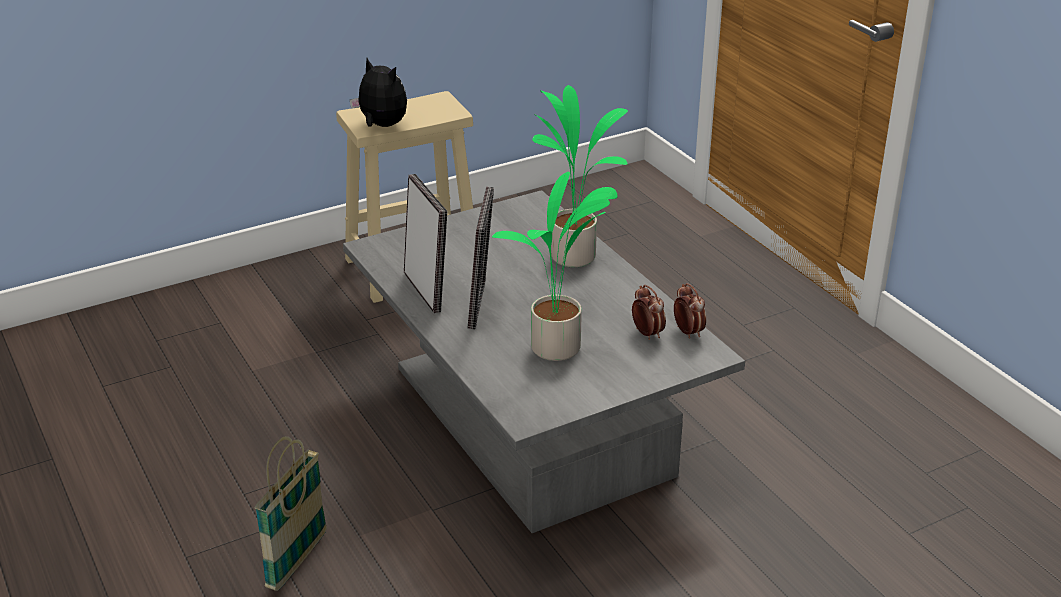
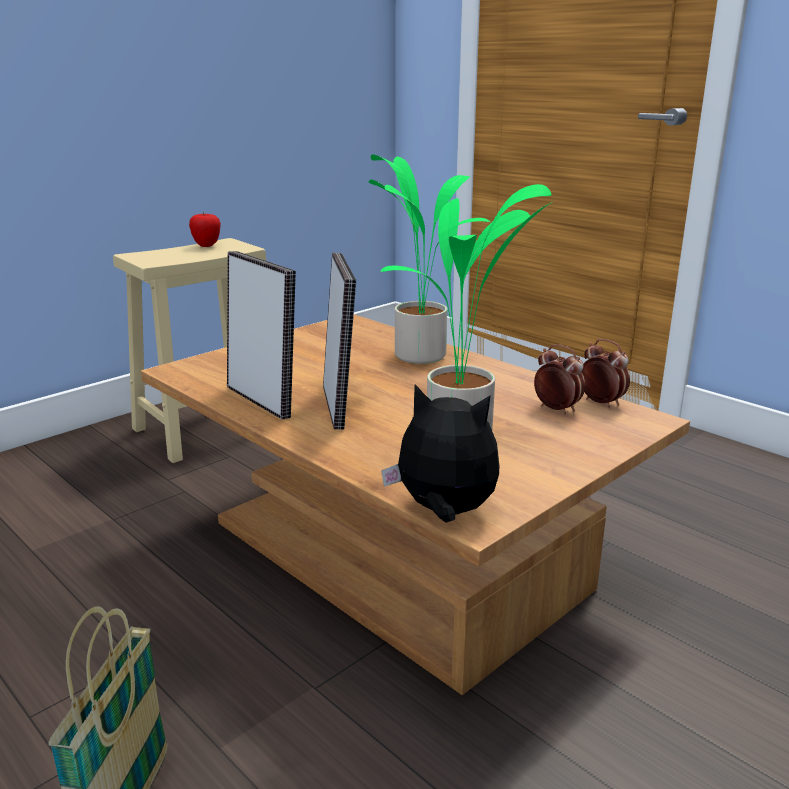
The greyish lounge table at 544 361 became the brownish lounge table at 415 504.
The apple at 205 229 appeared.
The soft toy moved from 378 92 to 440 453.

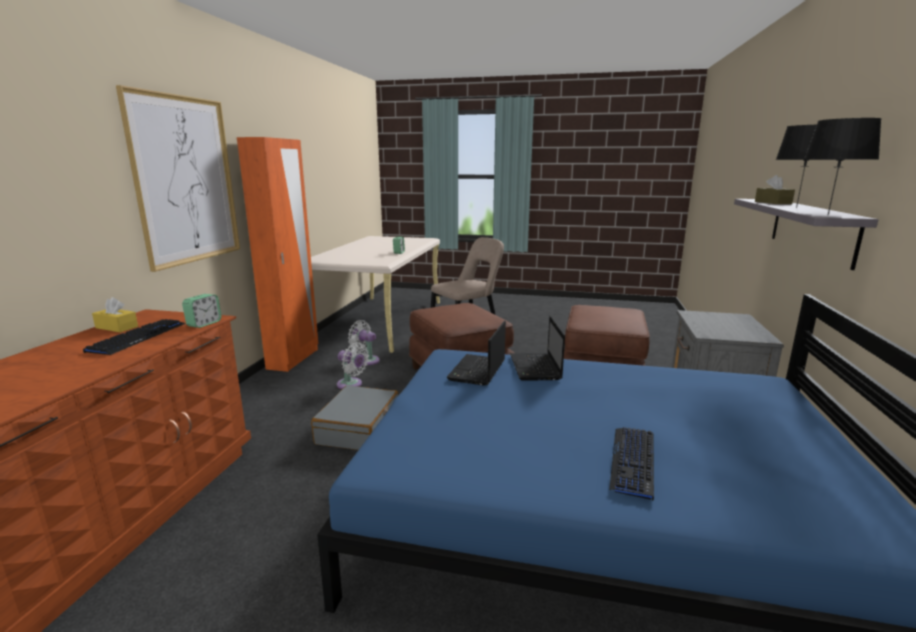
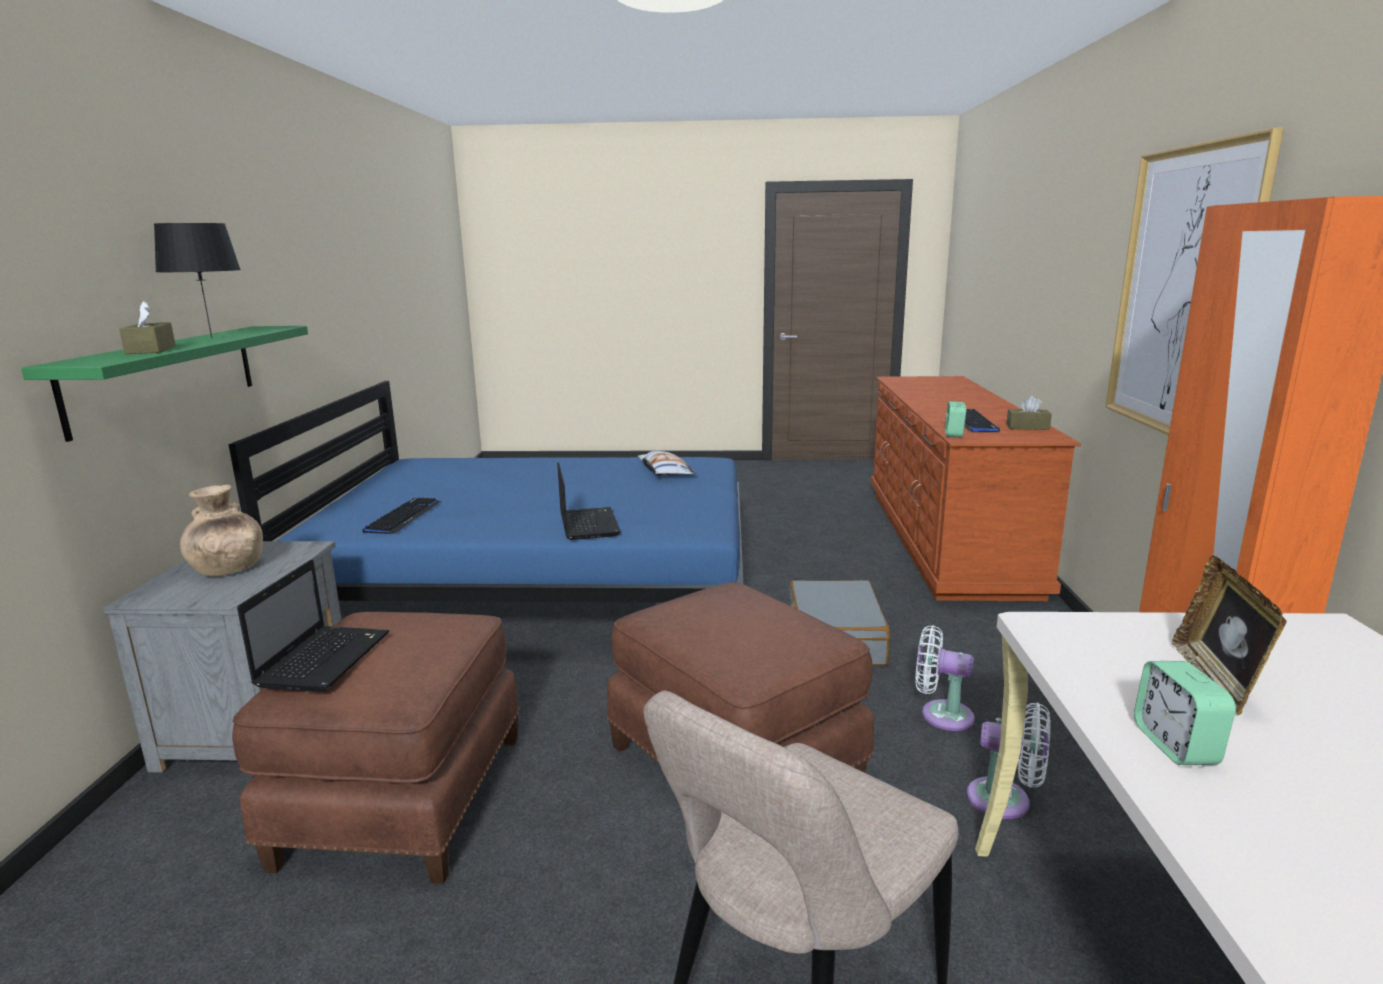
The greyish shelf at 806 234 became the greenish shelf at 164 384.
The brownish decorative vase at 221 530 appeared.
The laptop moved from 476 353 to 313 626.
The computer keyboard moved from 631 464 to 402 516.
The cushion at 667 463 appeared.
The yellowish tissue box at 115 314 became the brownish tissue box at 1029 413.
The standing frame at 1229 635 appeared.
The blackish tabletop lamp at 842 167 disappeared.

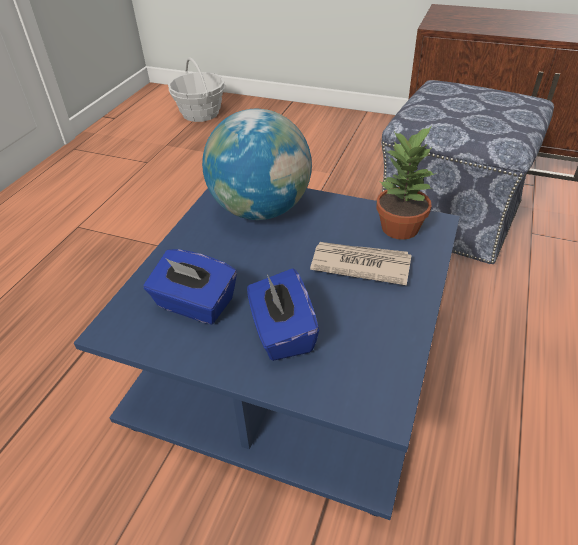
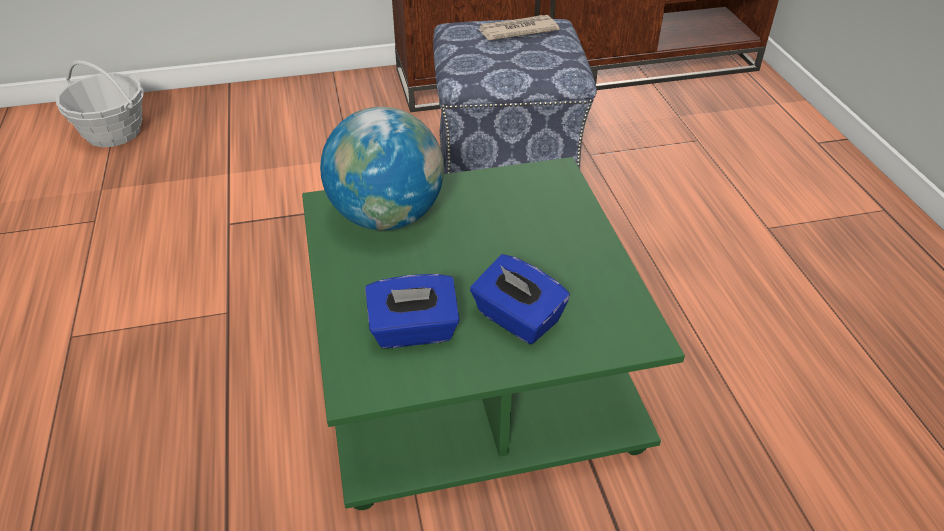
The bluish lounge table at 267 354 became the greenish lounge table at 493 333.
The printed paper moved from 361 263 to 518 27.
The potted plant at 405 183 disappeared.

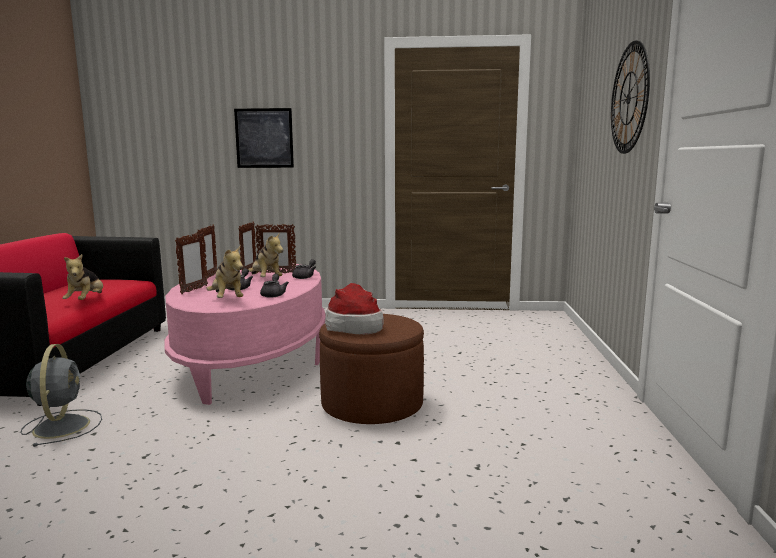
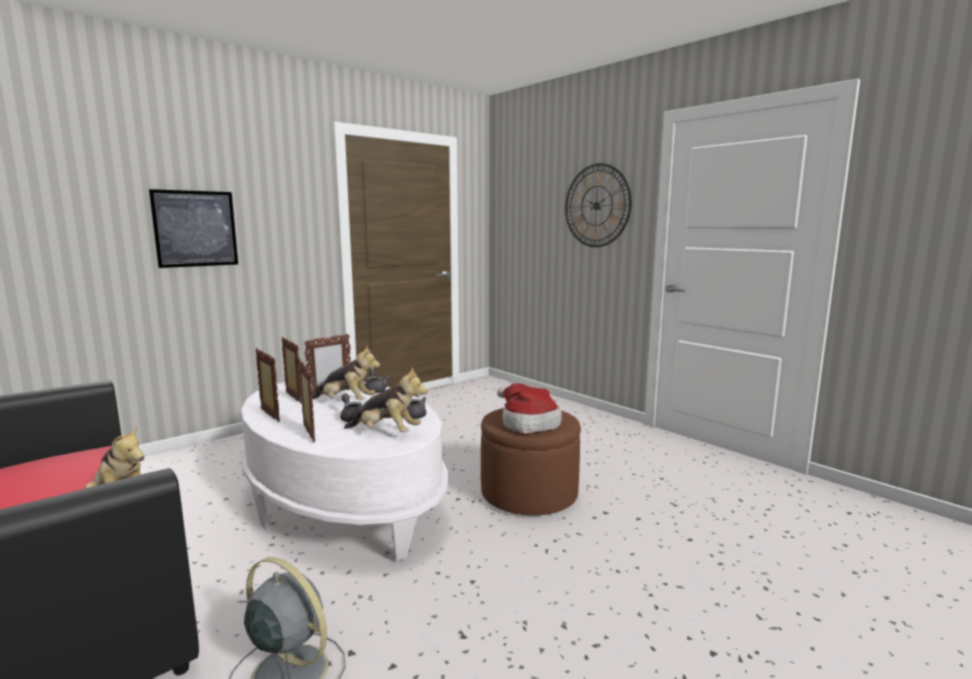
The pinkish lounge table at 245 334 became the white-coloured lounge table at 344 471.

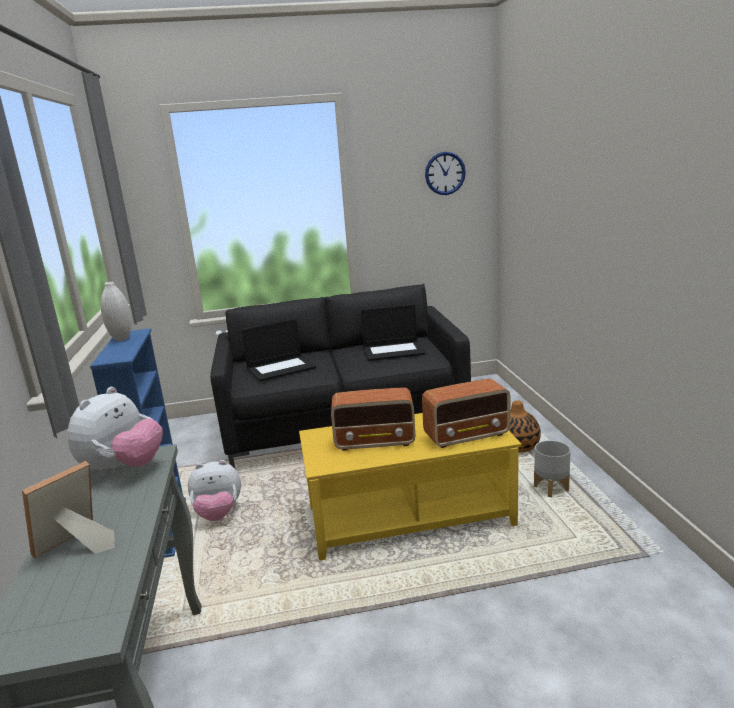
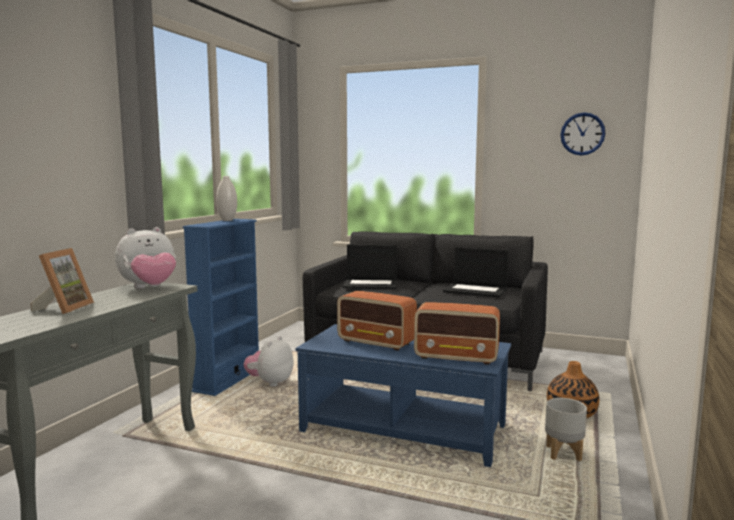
The standing frame at 68 509 turned 120 degrees clockwise.
The soft toy at 214 490 turned 90 degrees clockwise.
The yellowish lounge table at 410 487 became the bluish lounge table at 403 395.

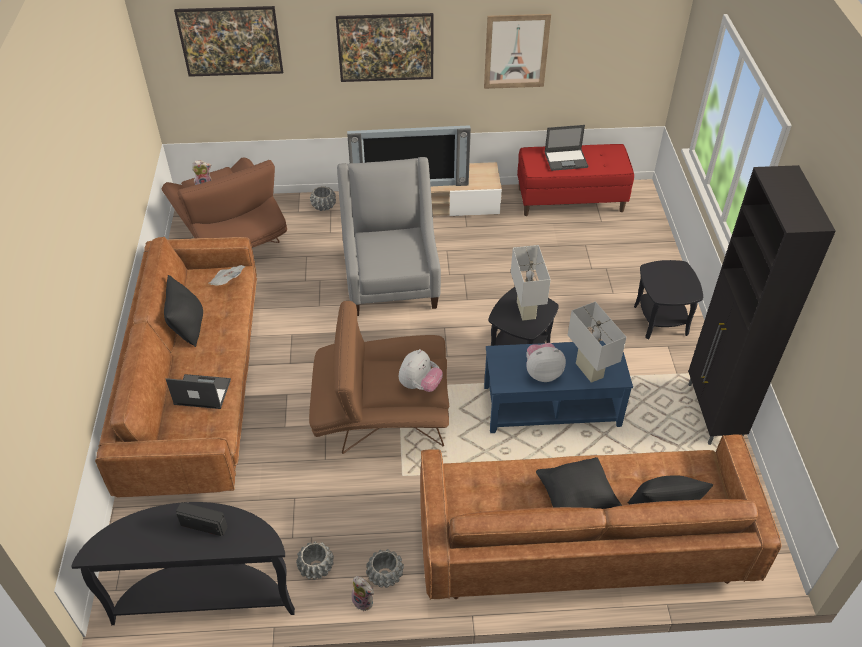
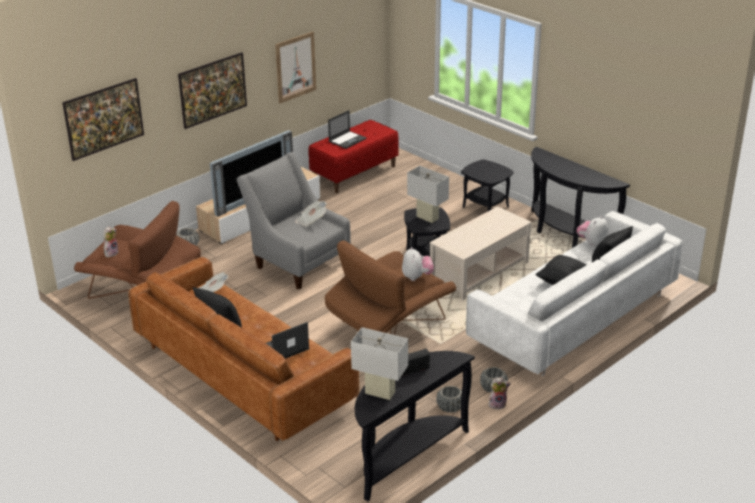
The printed paper at 311 214 appeared.
The white-coloured tabletop lamp moved from 597 342 to 379 363.
The bluish lounge table at 558 387 became the sand-coloured lounge table at 480 253.
The brownish sofa at 600 517 became the white-coloured sofa at 574 293.
The blackish cupboard at 762 305 was replaced by the blackish console table at 580 197.
The soft toy moved from 546 362 to 593 231.

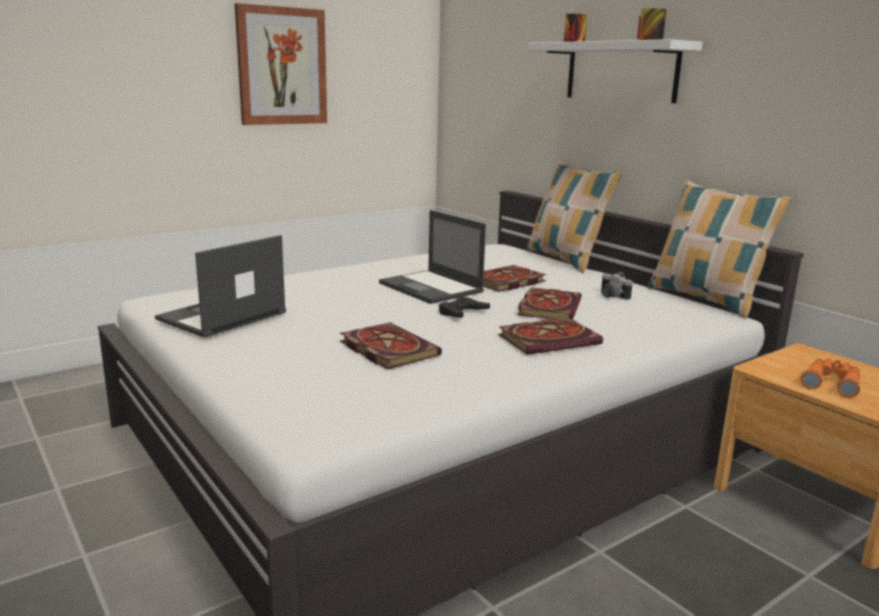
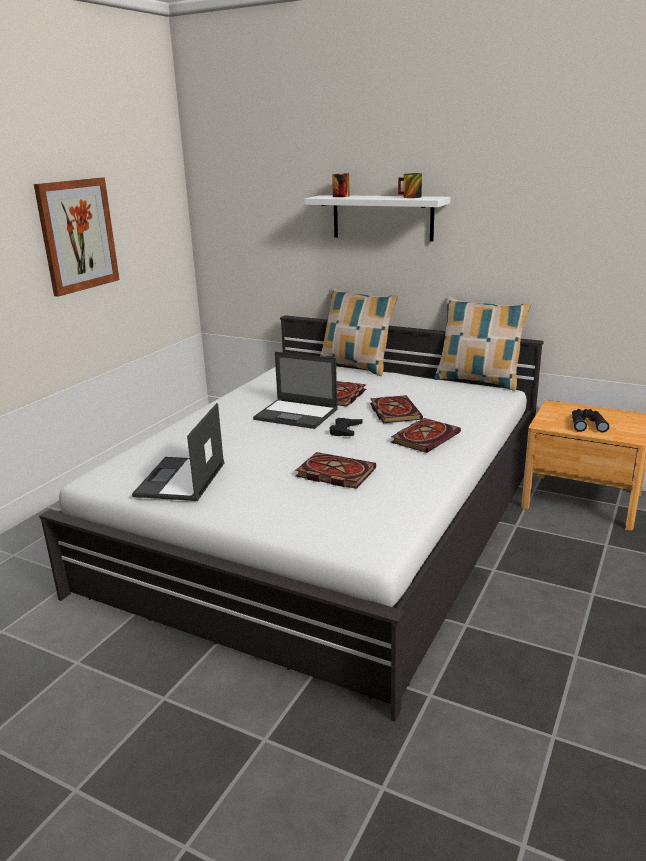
The orangey field glasses at 830 378 became the blackish field glasses at 590 420.
The still camera at 617 286 disappeared.

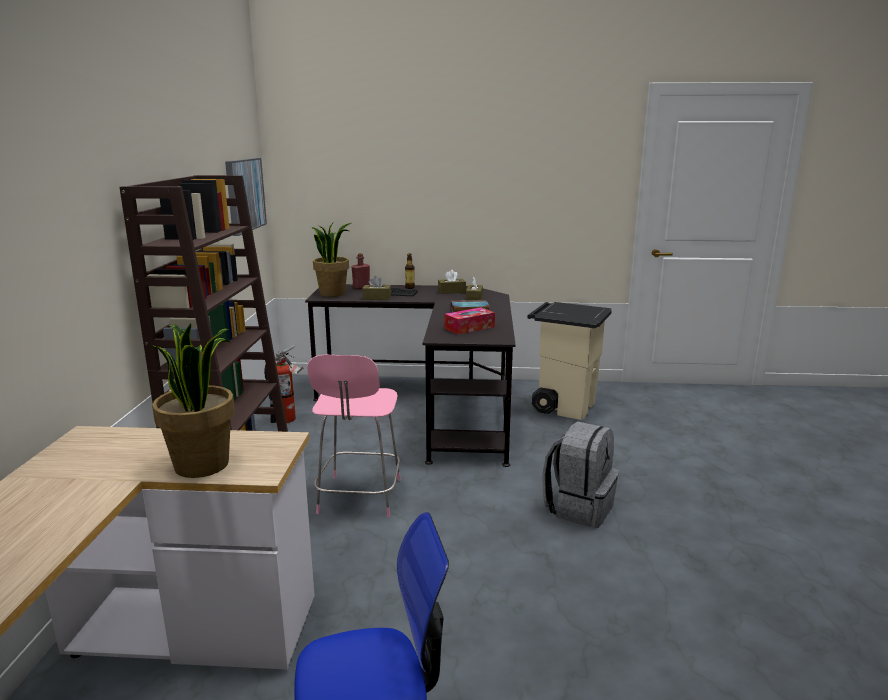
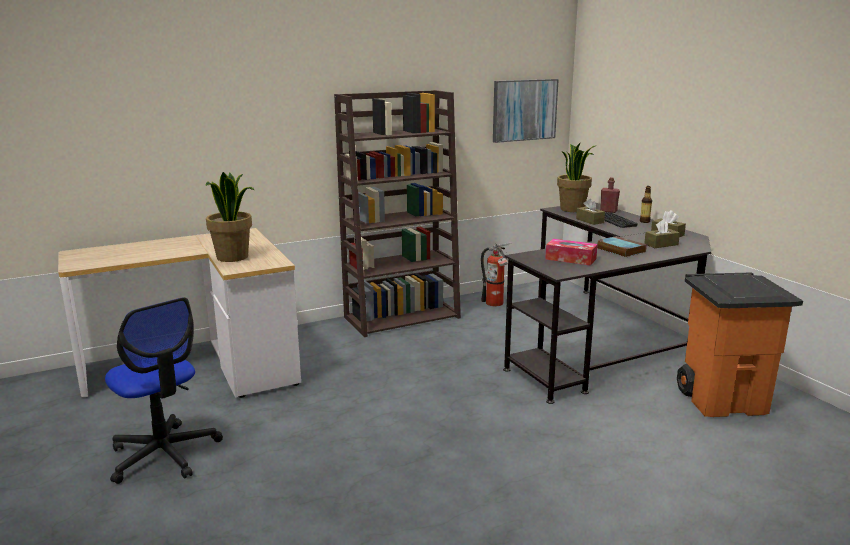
The sand-coloured waste bin at 569 361 became the orangey waste bin at 740 344.
The pinkish stool seat at 354 436 disappeared.
The greyish knapsack at 581 474 disappeared.

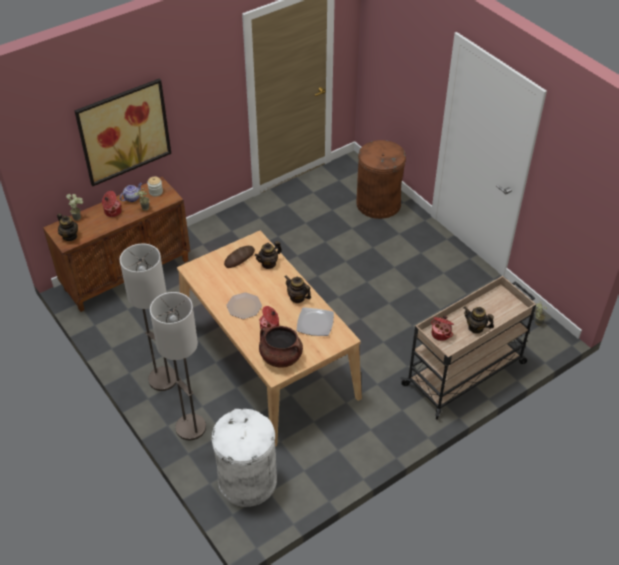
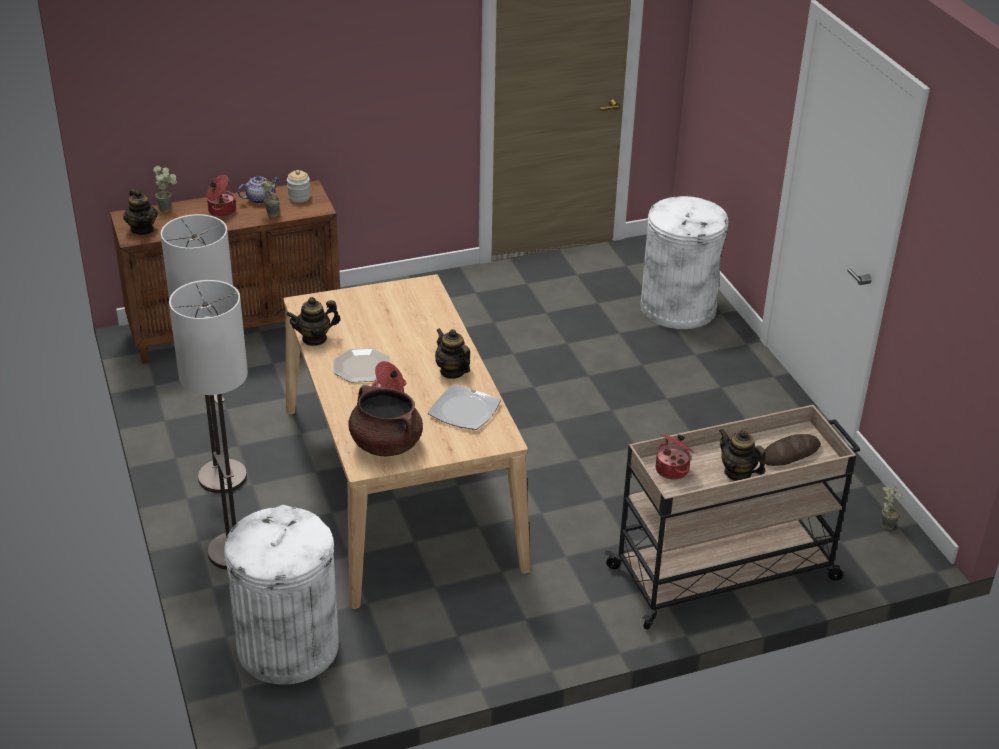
The pot for tea moved from 268 255 to 313 321.
The brownish waste bin at 381 179 became the white-coloured waste bin at 684 262.
The bread moved from 239 257 to 793 450.
The wall art at 122 132 disappeared.

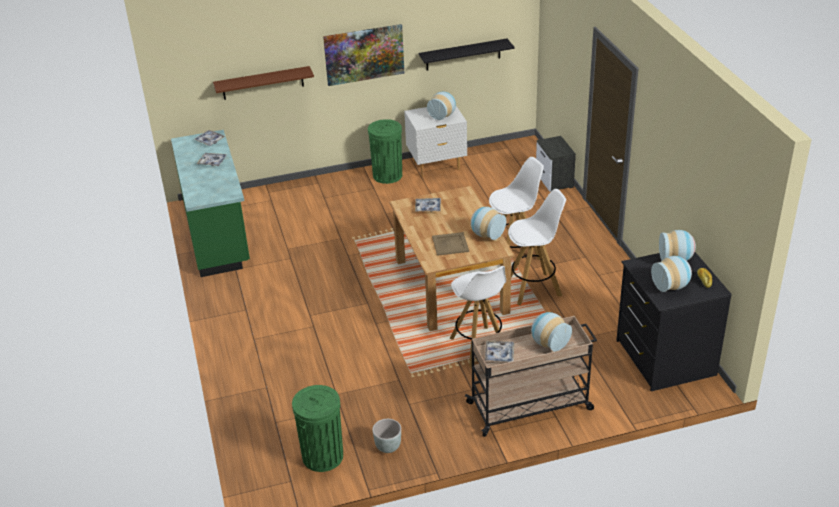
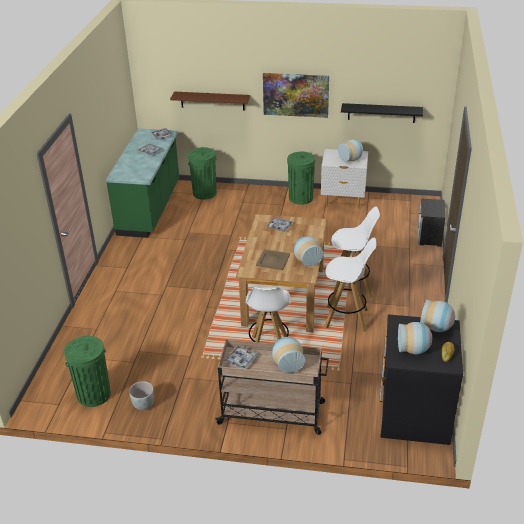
The greenish waste bin at 202 173 appeared.

